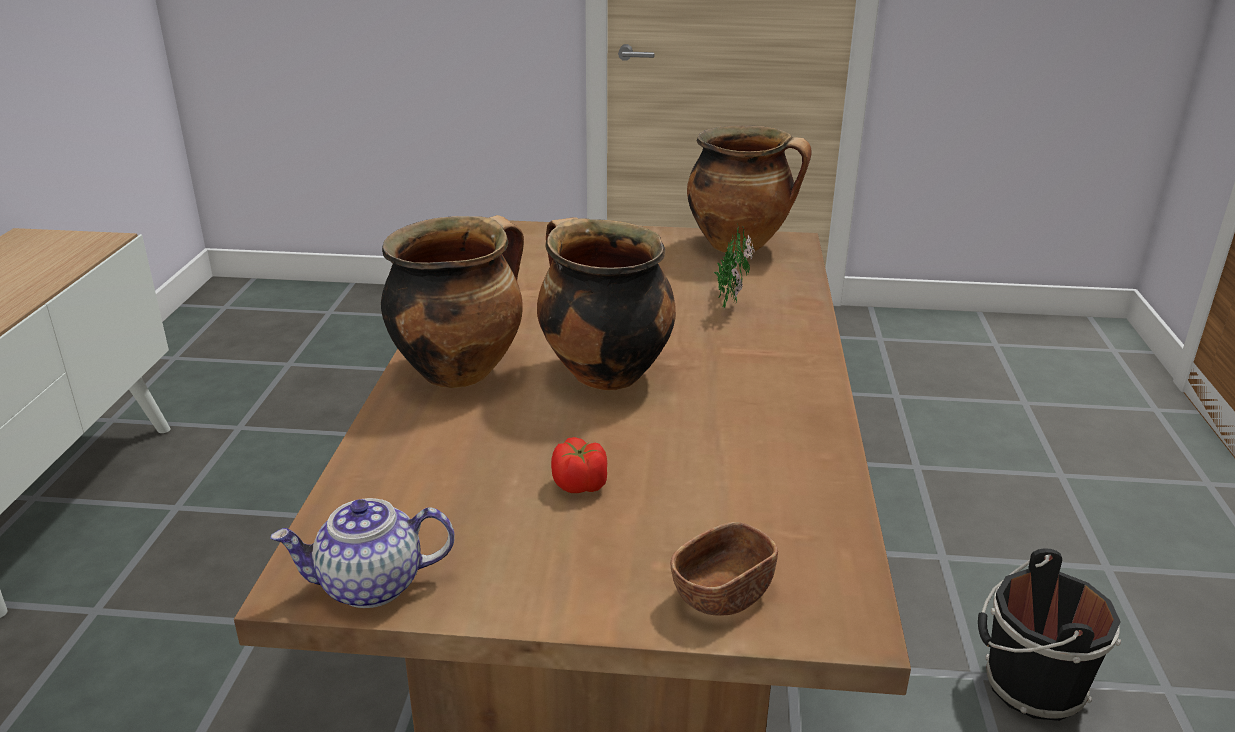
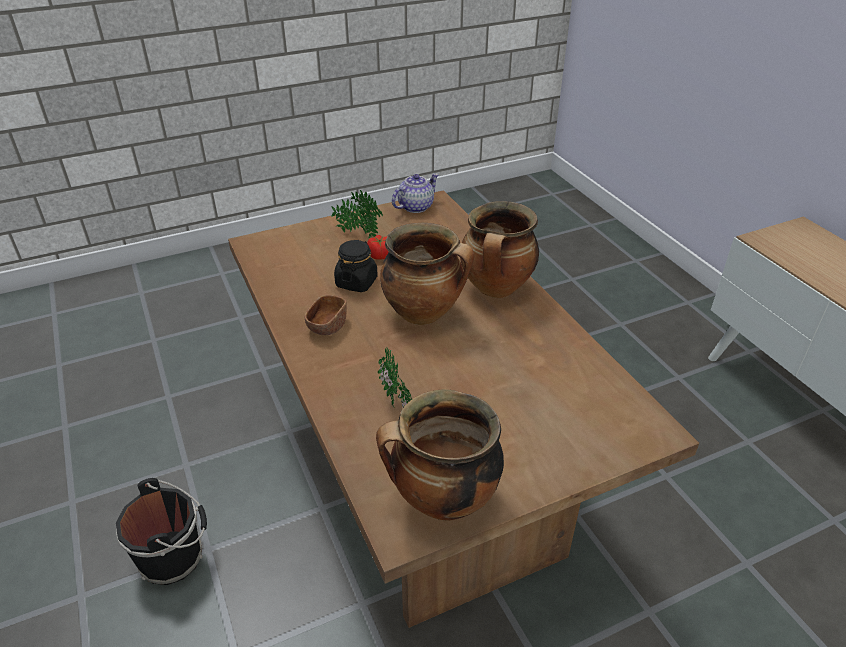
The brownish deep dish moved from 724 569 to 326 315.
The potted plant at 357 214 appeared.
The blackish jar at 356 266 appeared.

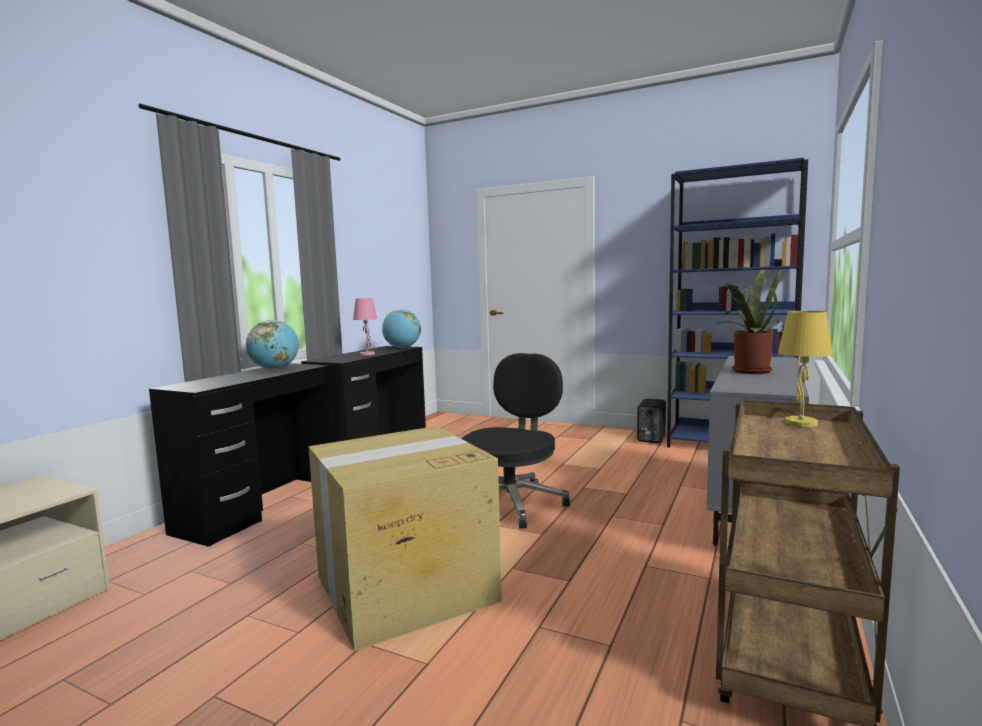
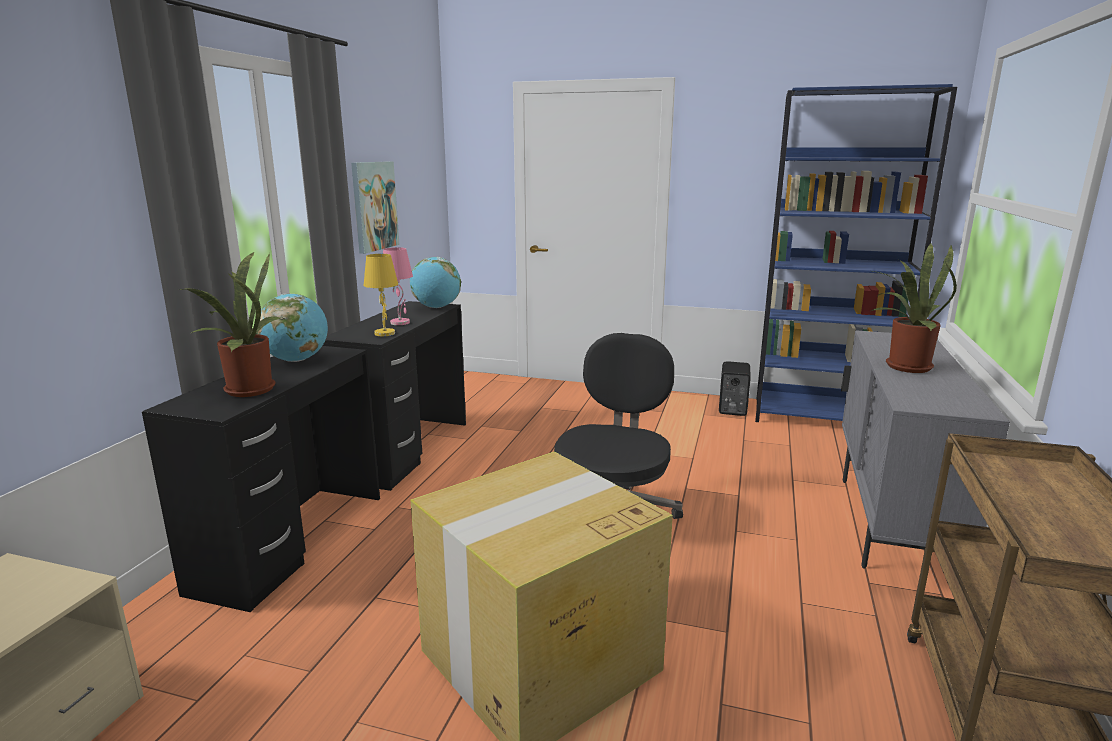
The potted plant at 232 324 appeared.
The wall art at 375 207 appeared.
The yellowish tabletop lamp moved from 805 369 to 380 295.

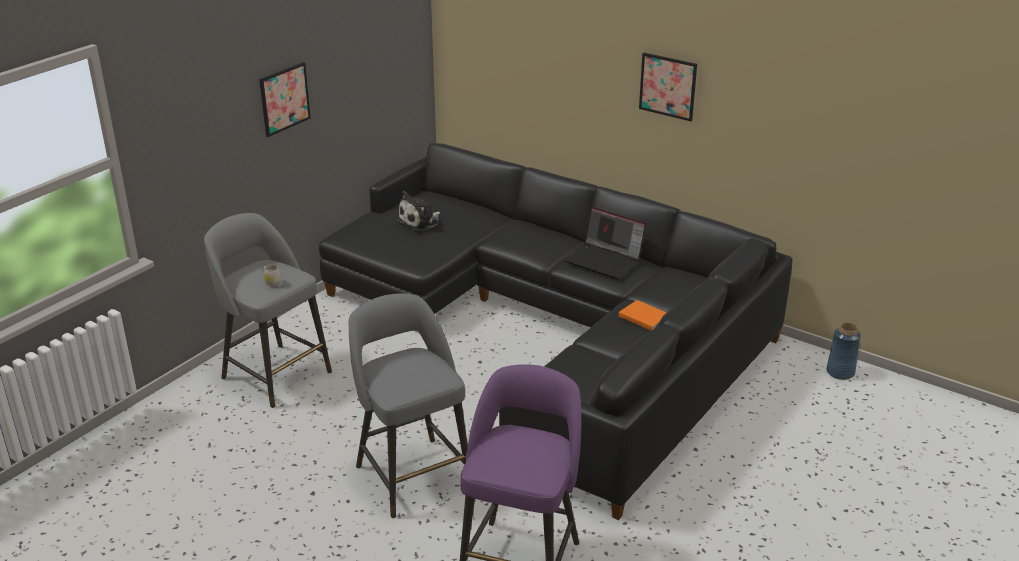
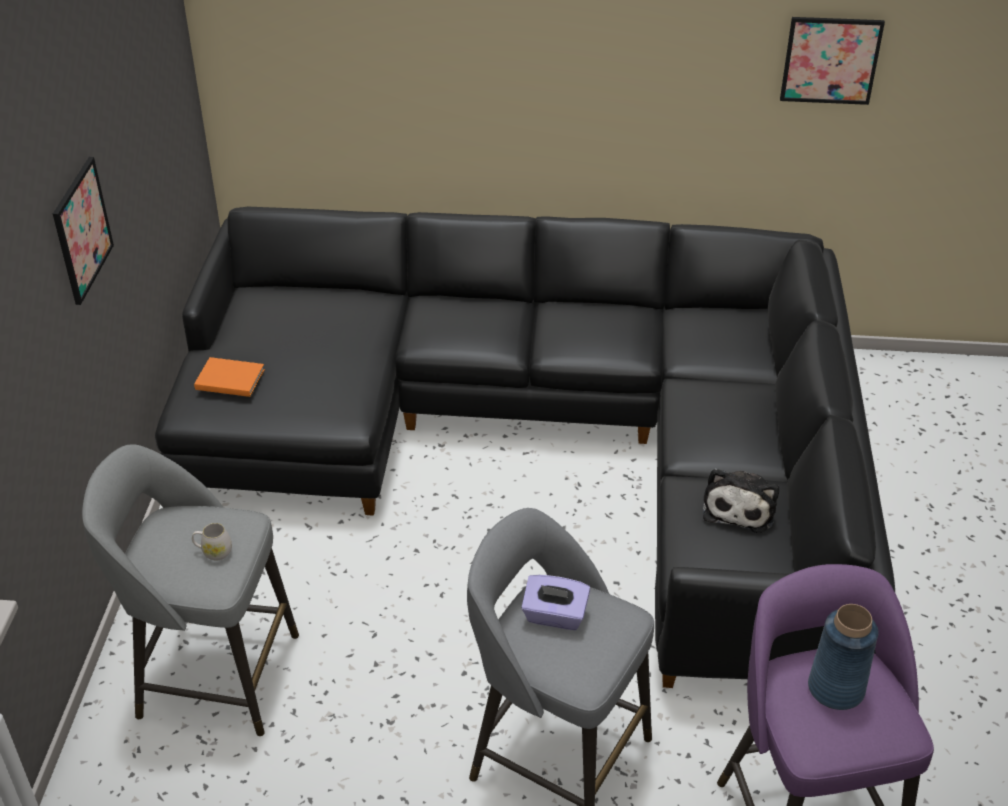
The orangey book moved from 643 315 to 229 377.
The purple-coloured tissue box at 555 602 appeared.
The soft toy moved from 419 211 to 741 500.
The wall art moved from 668 87 to 832 61.
The bluish decorative vase moved from 843 351 to 843 657.
The laptop at 605 243 disappeared.

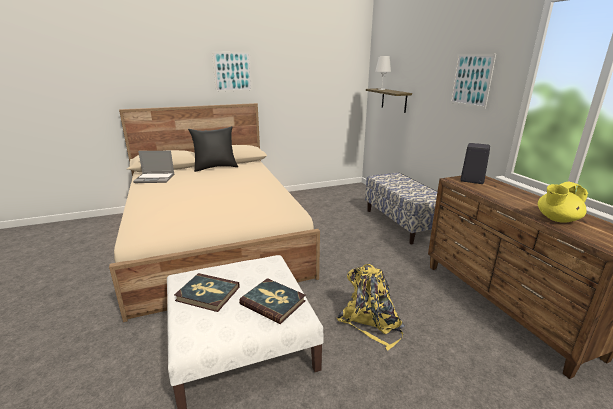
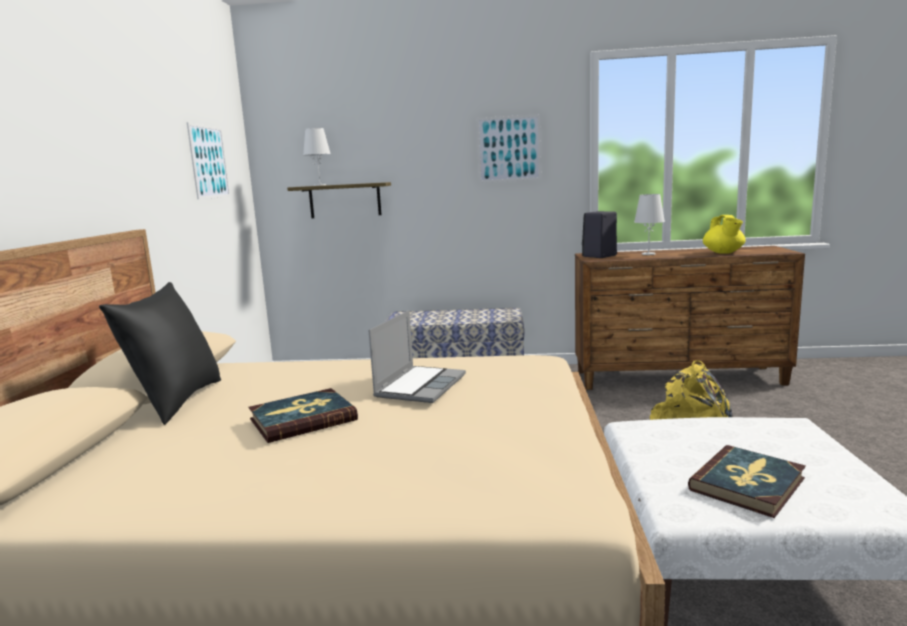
The wall art moved from 232 72 to 209 161.
The book moved from 272 301 to 303 415.
The laptop moved from 153 167 to 417 356.
The white-coloured tabletop lamp at 649 224 appeared.

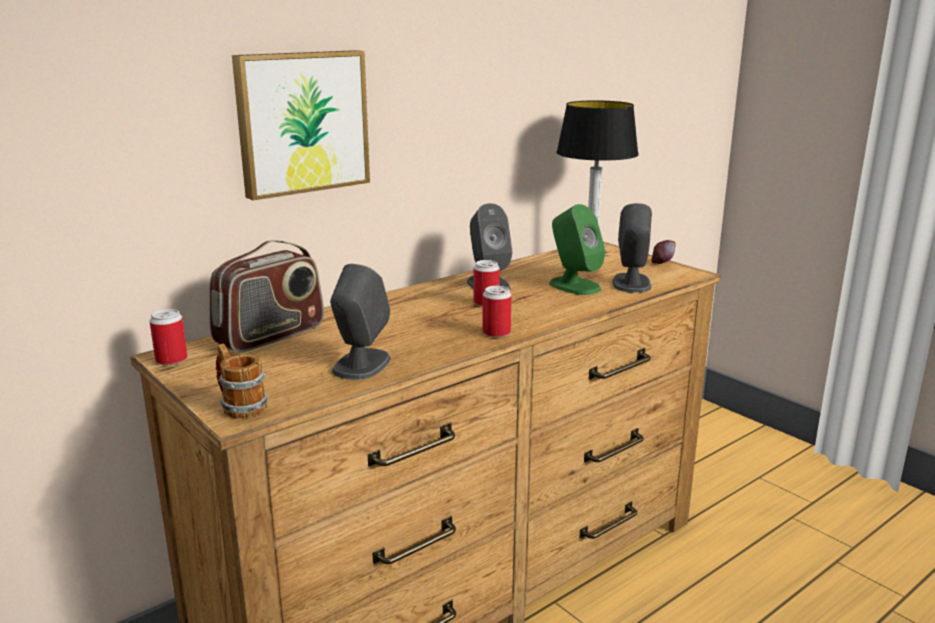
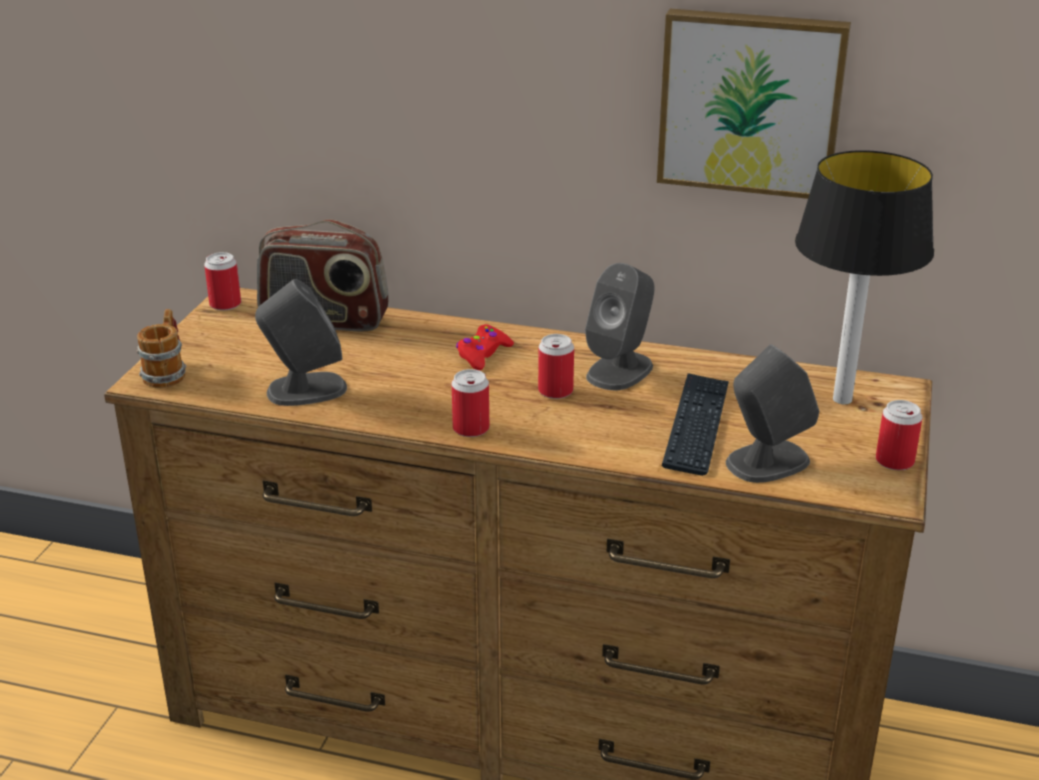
The red game controller at 485 347 appeared.
The wall art moved from 301 125 to 754 104.
The greenish loudspeaker at 577 249 was replaced by the computer keyboard at 695 424.
The apple at 664 252 was replaced by the can at 899 435.

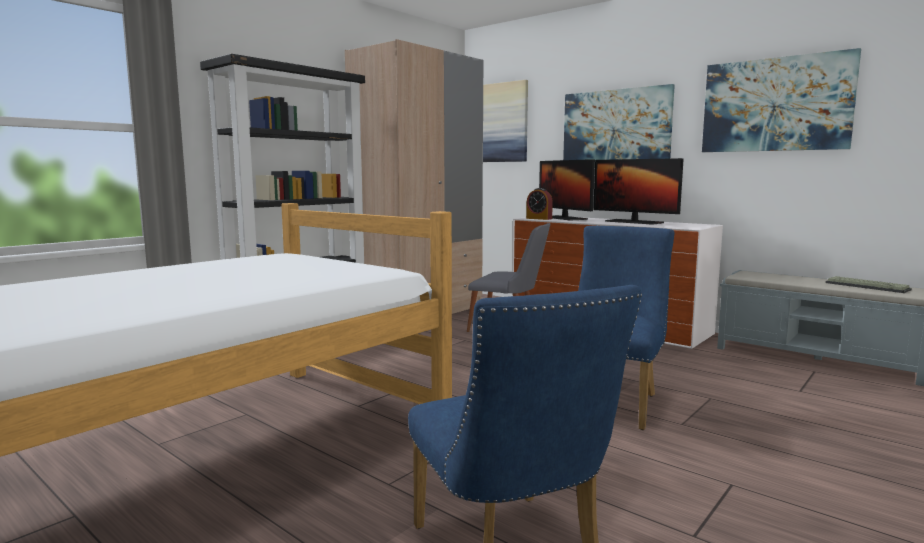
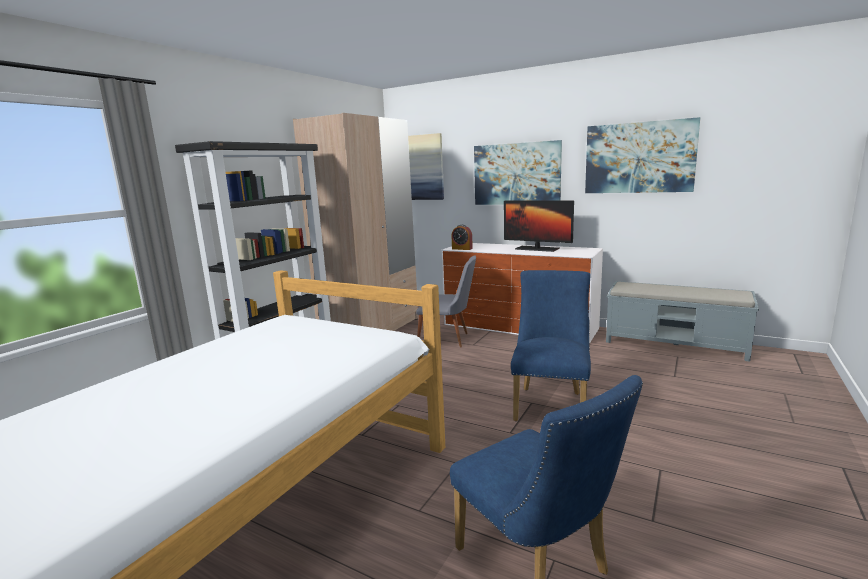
The computer screen at 567 189 disappeared.
The computer keyboard at 868 284 disappeared.

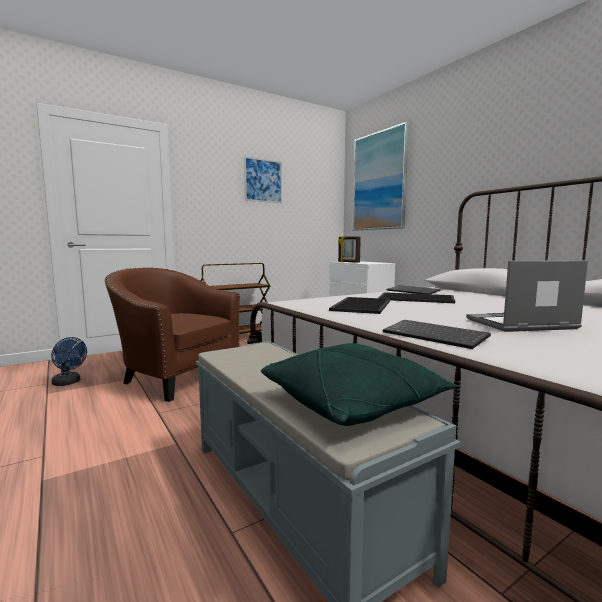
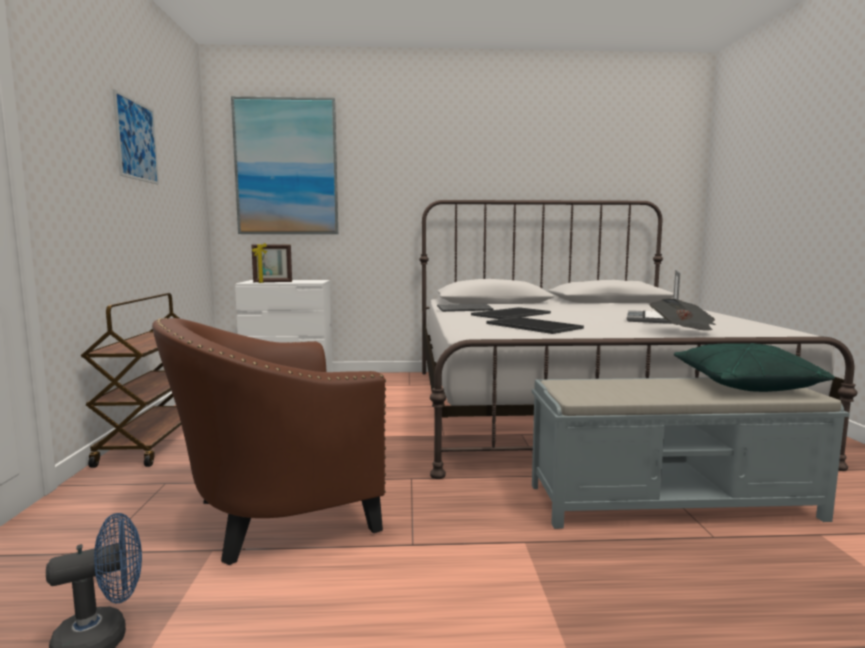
The computer keyboard at 437 334 was replaced by the printed paper at 682 314.

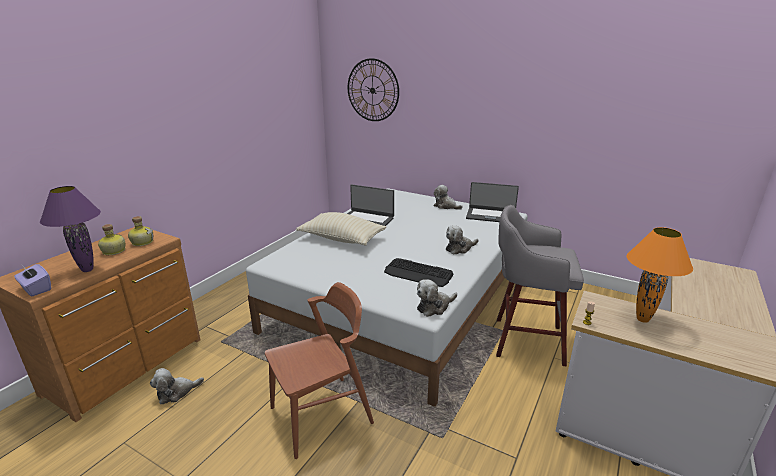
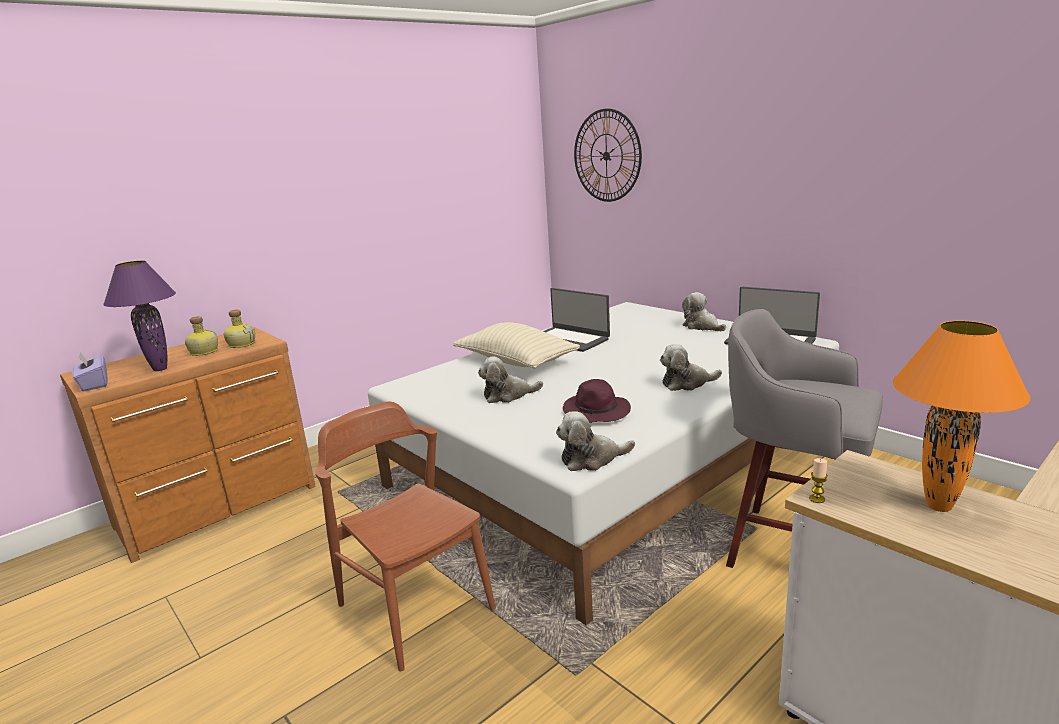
The brownish upright chair at 319 370 turned 120 degrees counterclockwise.
The soft toy moved from 177 386 to 510 380.
The computer keyboard at 419 272 was replaced by the purple-coloured wearable hat at 597 401.

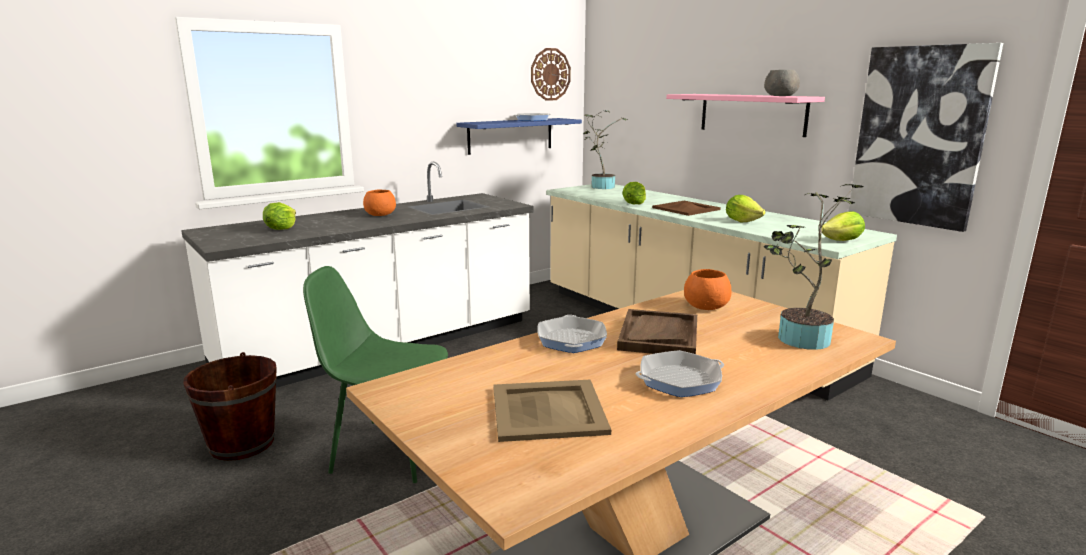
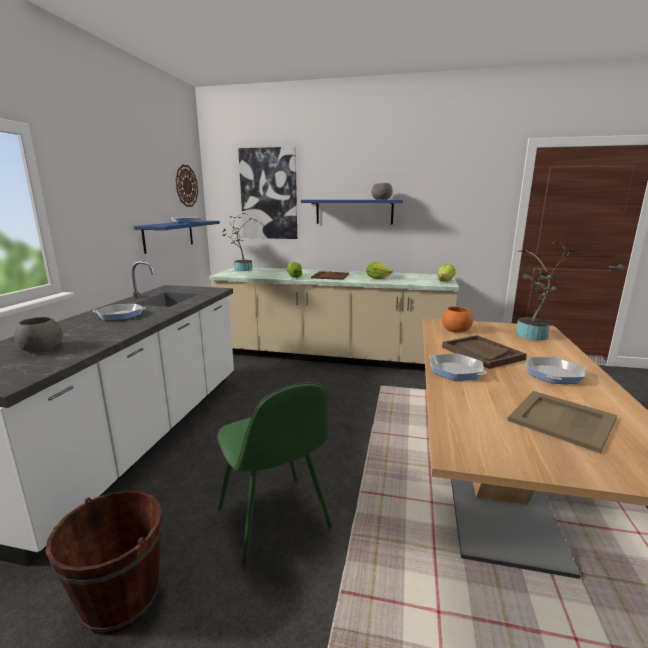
The lettuce at 279 216 was replaced by the greyish deep dish at 38 334.
The orangey deep dish at 379 202 was replaced by the pan at 119 312.
The greenish upright chair at 375 374 turned 90 degrees counterclockwise.
The wall art moved from 926 137 to 267 193.
The pinkish shelf at 745 115 became the bluish shelf at 352 212.

